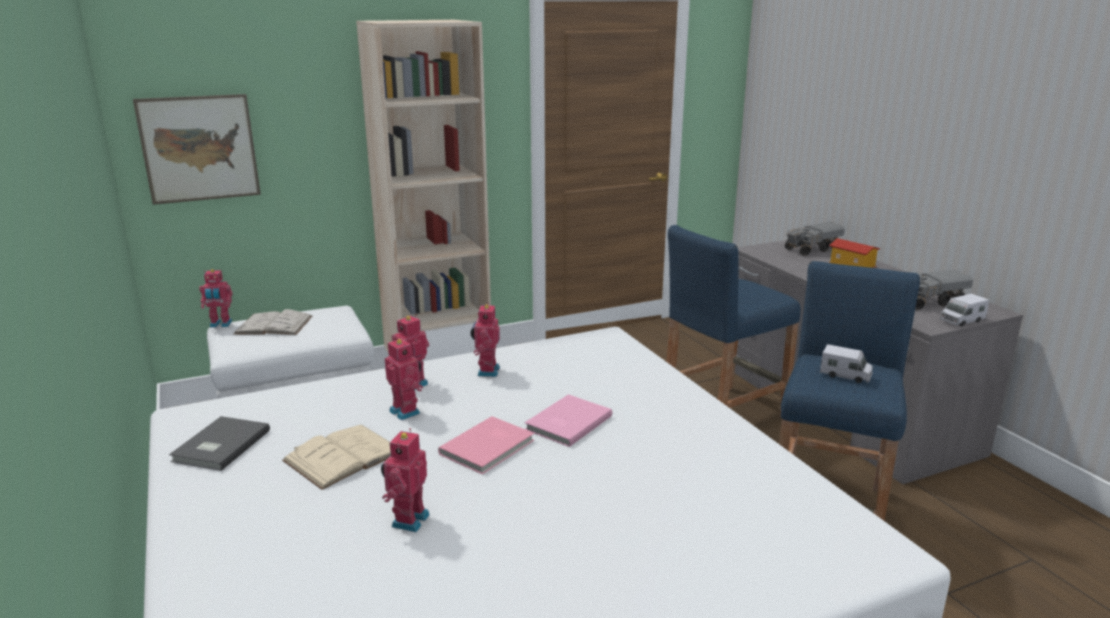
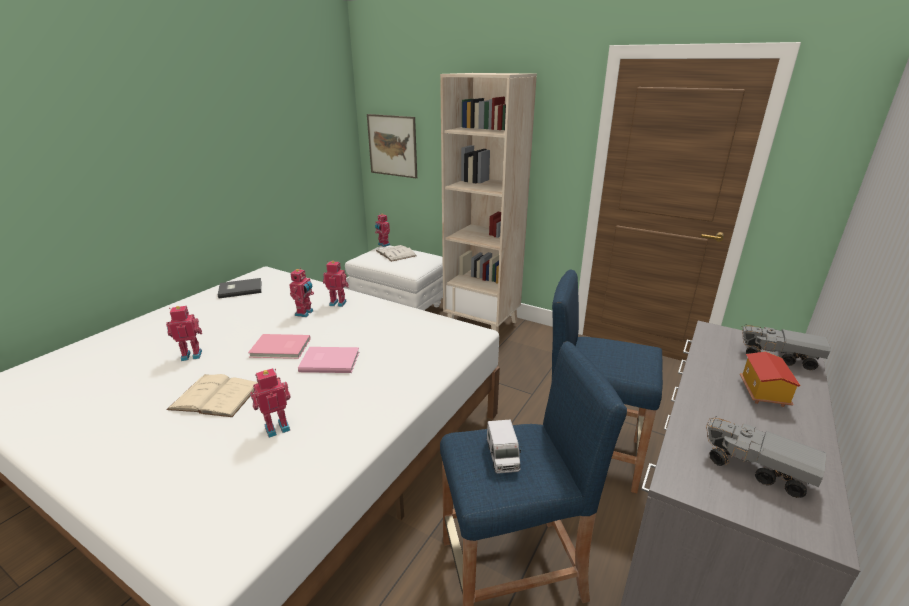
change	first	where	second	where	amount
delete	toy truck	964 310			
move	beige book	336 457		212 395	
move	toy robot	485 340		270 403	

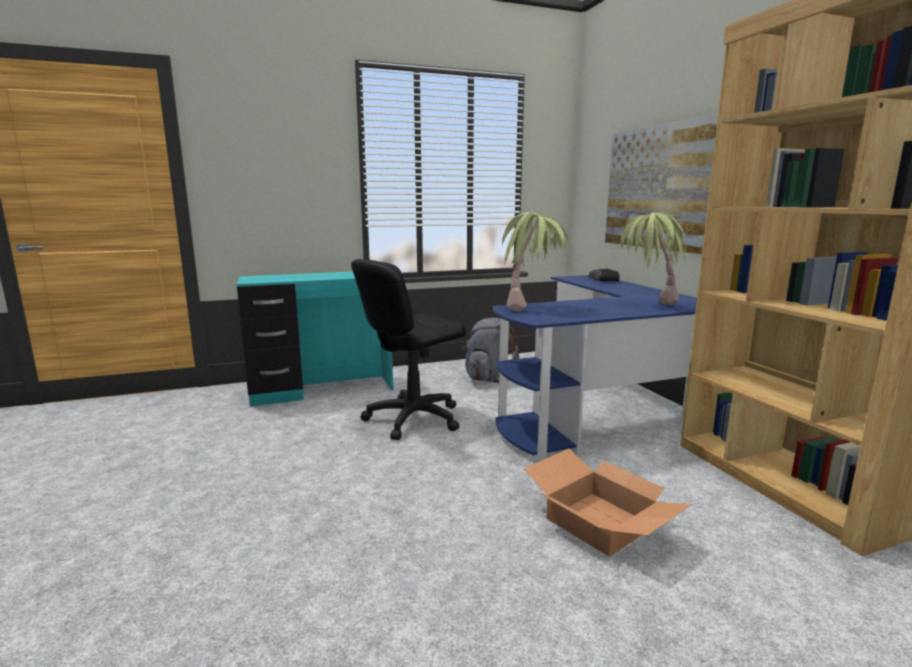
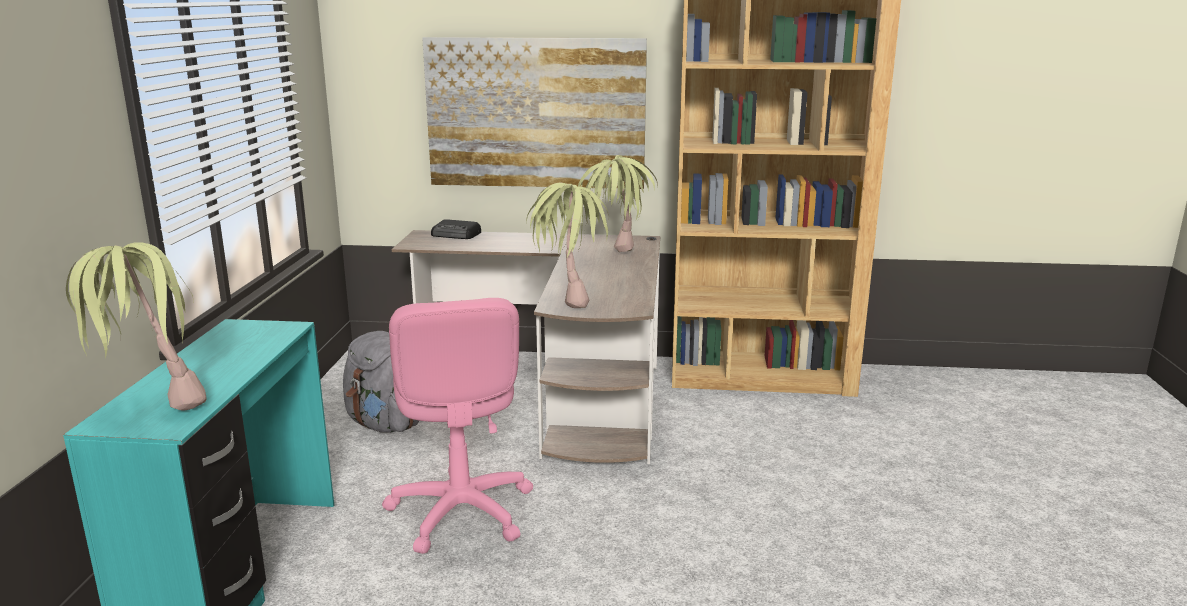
change	first	where	second	where	amount
delete	cardboard box	608 503			
insert			potted plant	136 326	
recolor	black office chair	408 349	pink office chair	457 426	
recolor	blue desk	595 368	brown desk	526 347	

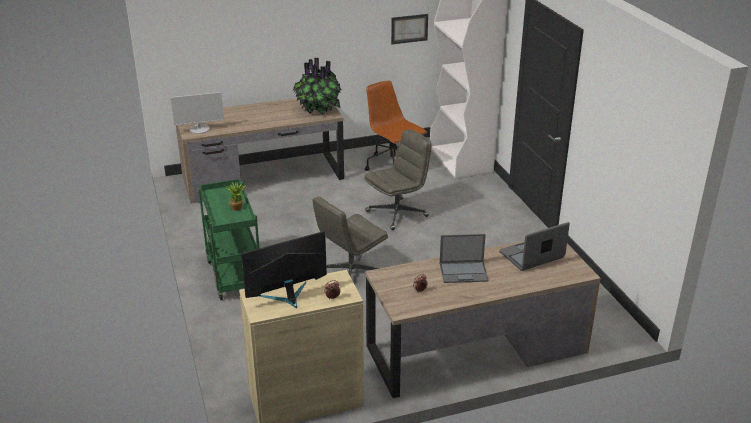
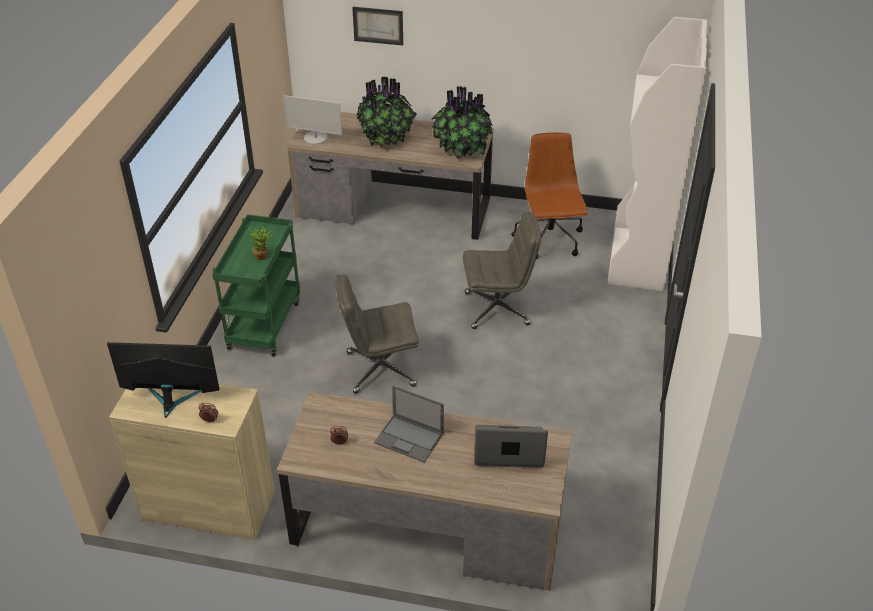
change	first	where	second	where	amount
insert			potted plant	387 112	
move	picture	409 29		377 26	

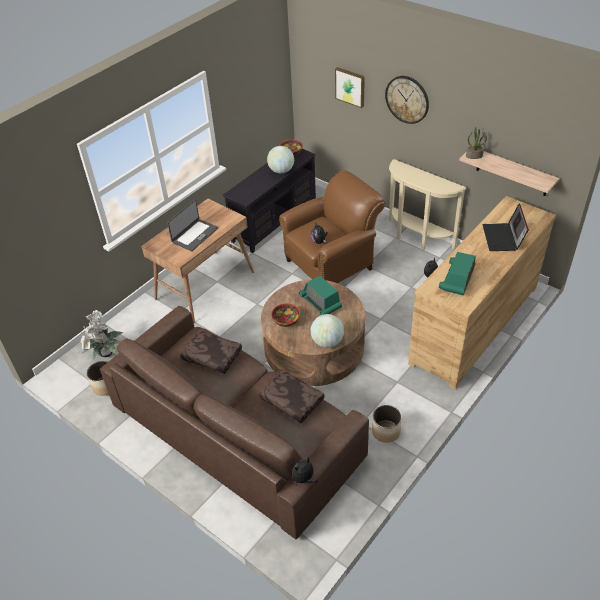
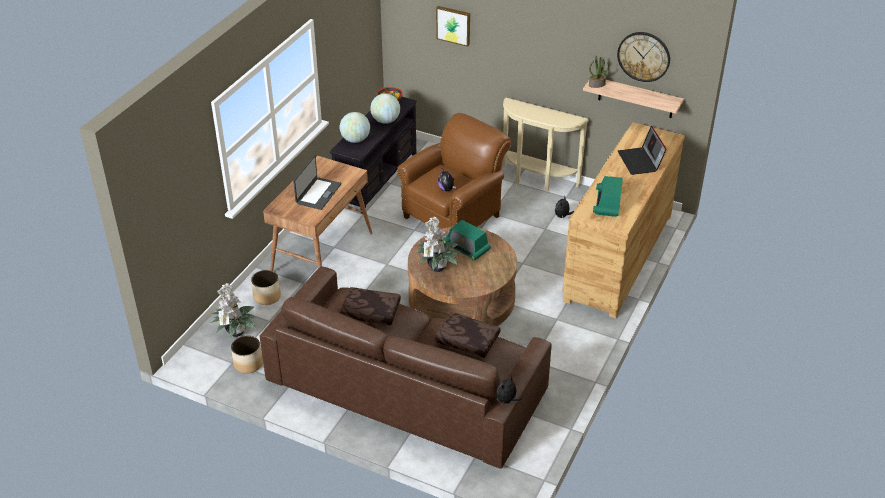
change	first	where	second	where	amount
move	globe	327 331		354 127	
move	planter	387 424		266 287	
move	wall clock	407 100		643 57	
replace	bowl	285 315	potted plant	436 244	

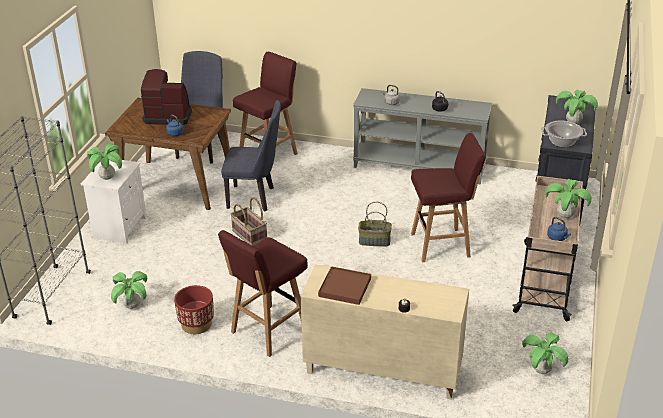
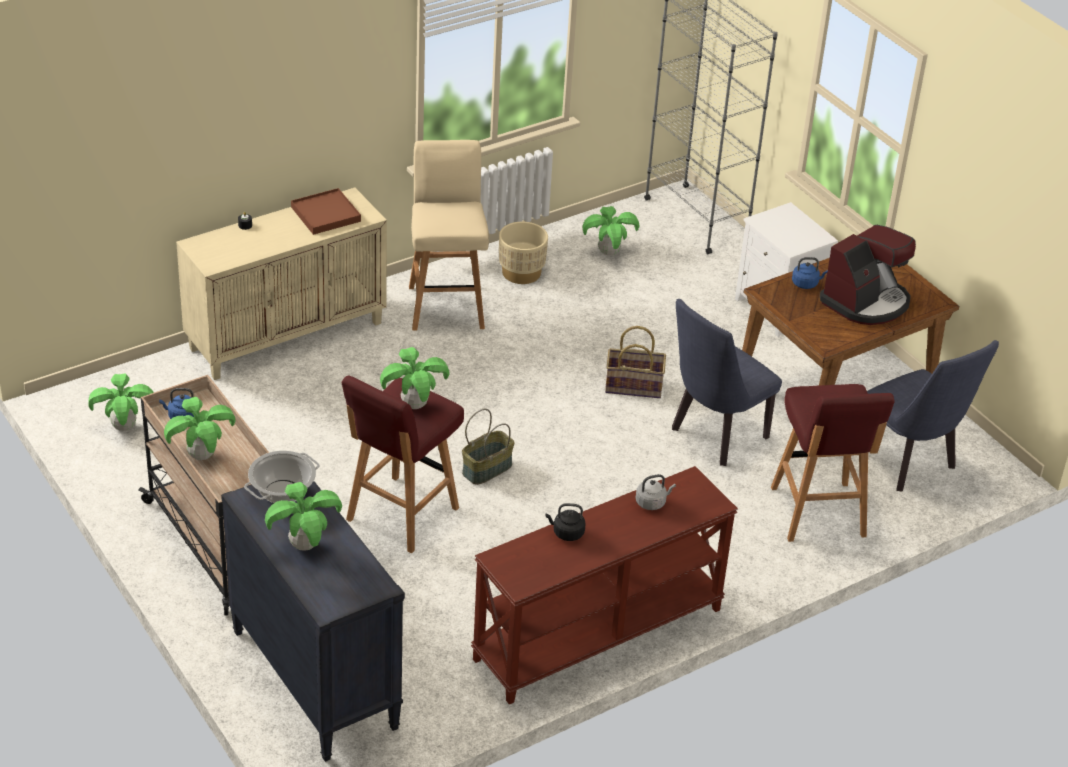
change	first	where	second	where	amount
move	potted plant	104 162		414 378	
recolor	red planter	194 309	beige planter	523 253	
recolor	red stool	263 293	beige stool	449 235	
recolor	grey console table	422 136	brown console table	604 585	

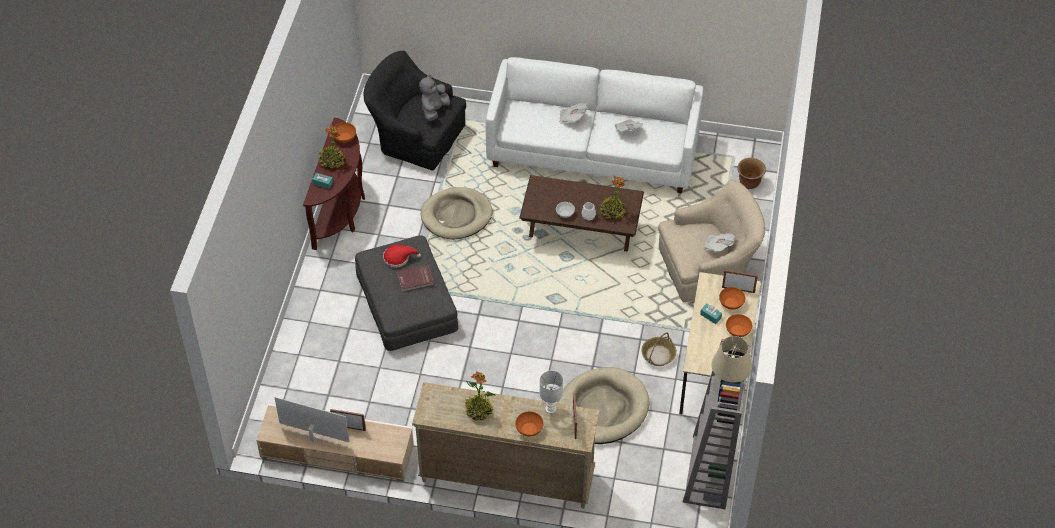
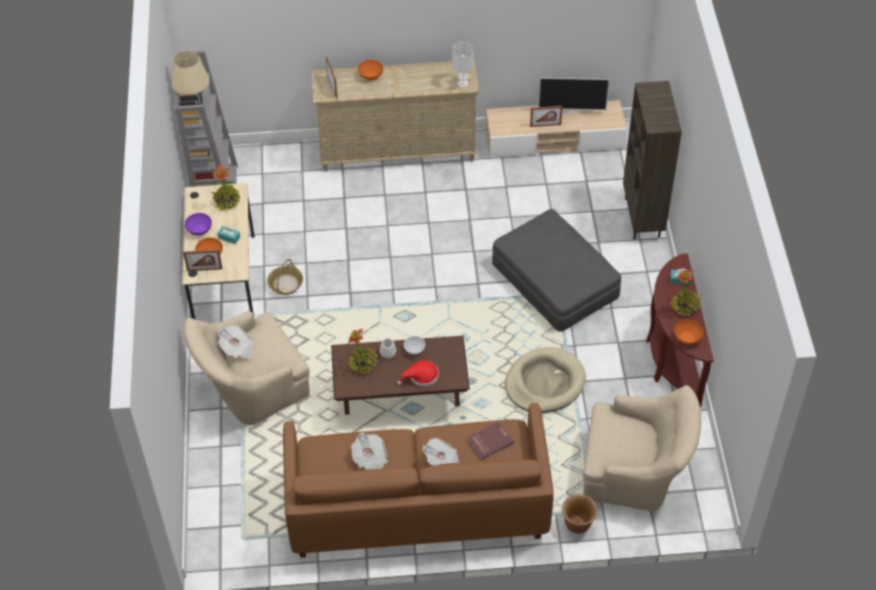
change	first	where	second	where	amount
delete	grey plush toy	434 97			
delete	beige dog bed	603 405			
insert			brown bookcase	652 160	
move	red hat	402 256		418 373	
move	red book	415 278		490 440	
move	potted plant	480 396		223 187	
move	white table lamp	551 392		463 64	
move	brown planter	751 173		579 514	
recolor	black armchair	415 111	beige armchair	642 448	
recolor	white sofa	594 125	brown sofa	418 480	
recolor	orange bowl	739 325	purple bowl	198 224	

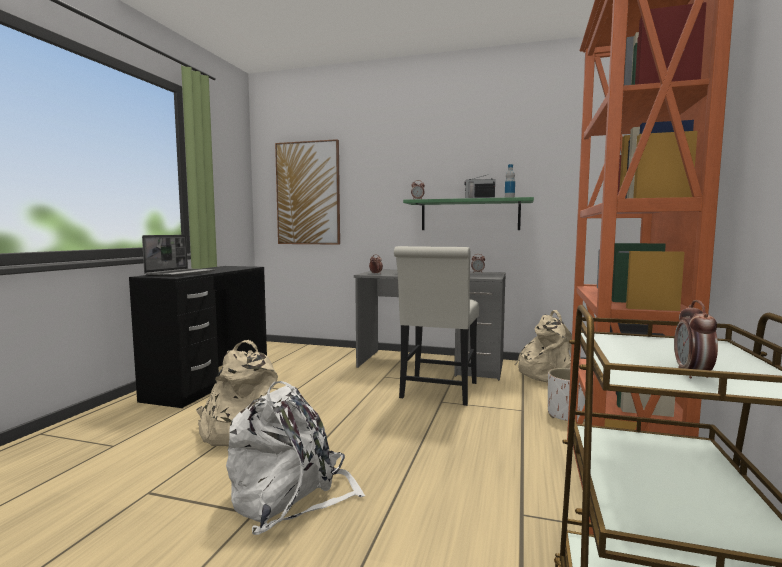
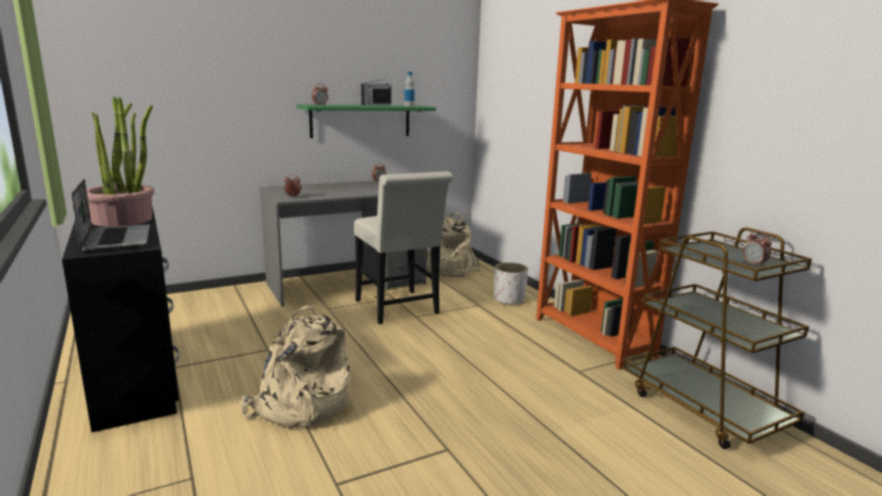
change	first	where	second	where	amount
delete	white backpack	295 458			
delete	picture	307 192			
insert			potted plant	120 162	

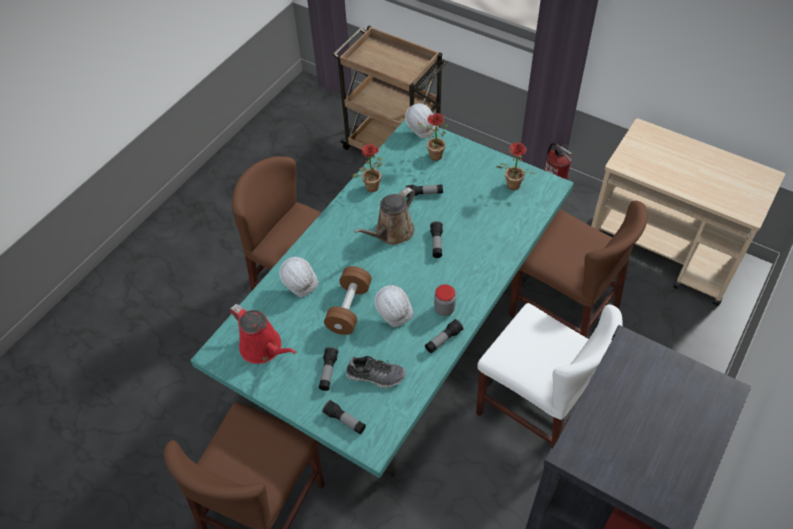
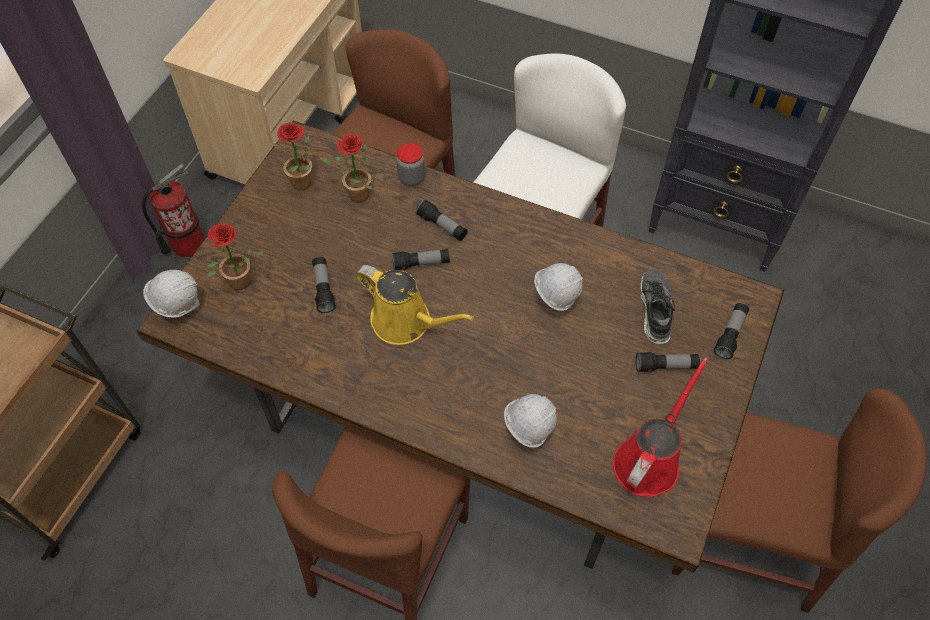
change	first	where	second	where	amount
delete	brown dumbbell	348 300			
move	potted plant	367 168		346 168	
move	flashlight	444 336		442 220	
move	jar	445 300		410 164	
recolor	turquoise dining table	382 299	brown dining table	460 347	
recolor	brown watering can	384 216	yellow watering can	415 305	

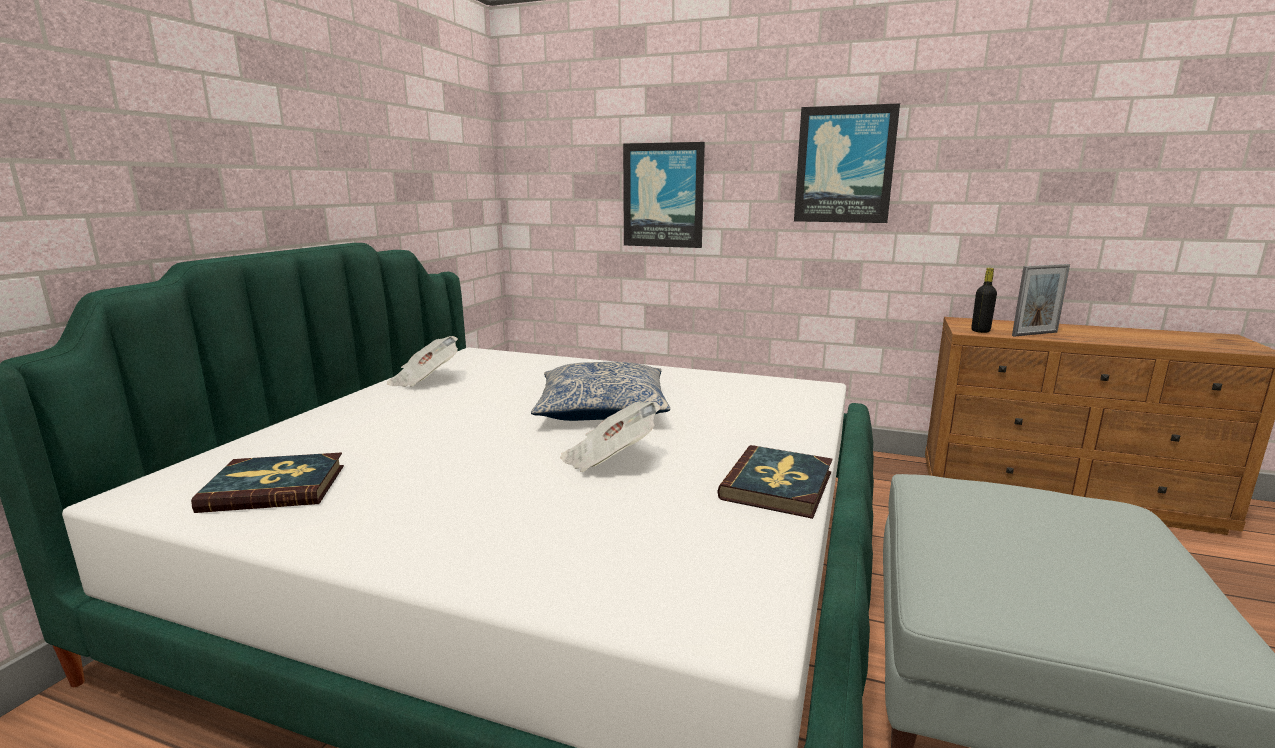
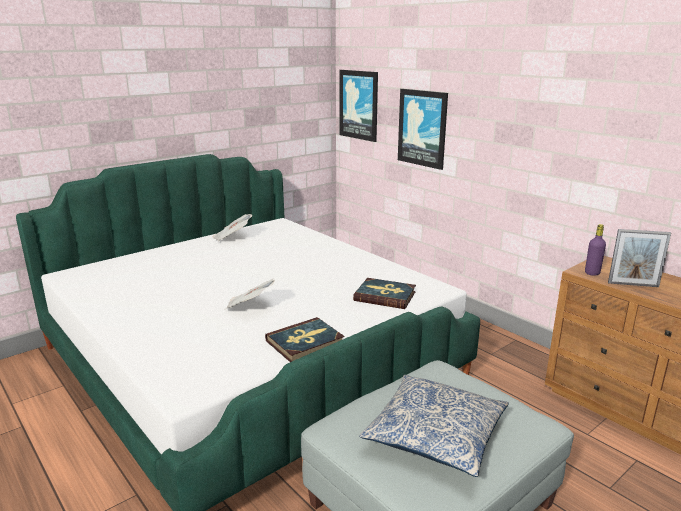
change	first	where	second	where	amount
move	book	267 482		384 293	
move	pillow	600 391		434 426	
move	picture	847 163		359 106	
recolor	black bottle	984 300	purple bottle	595 250	

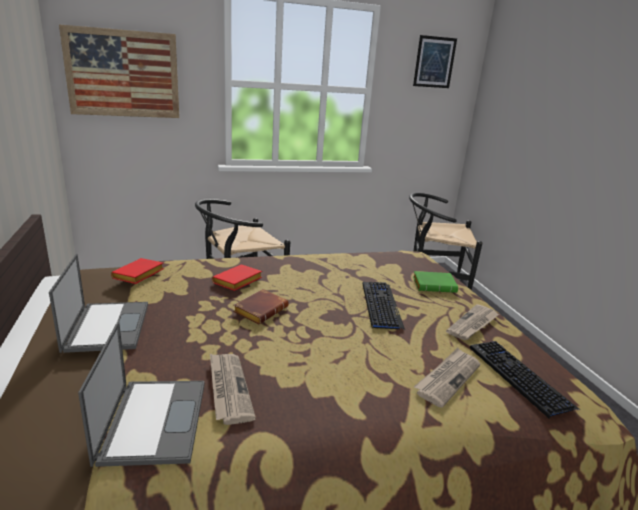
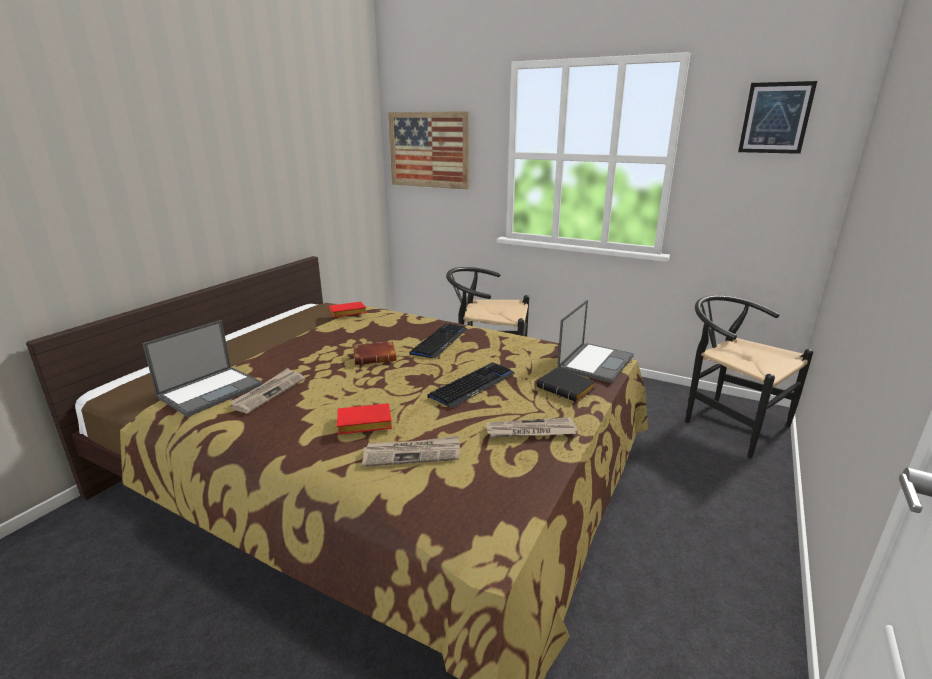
change	first	where	second	where	amount
move	laptop	98 303		595 341	
move	red book	237 277		364 419	
move	keyboard	525 380		438 341	
recolor	green book	435 282	black book	566 385	

